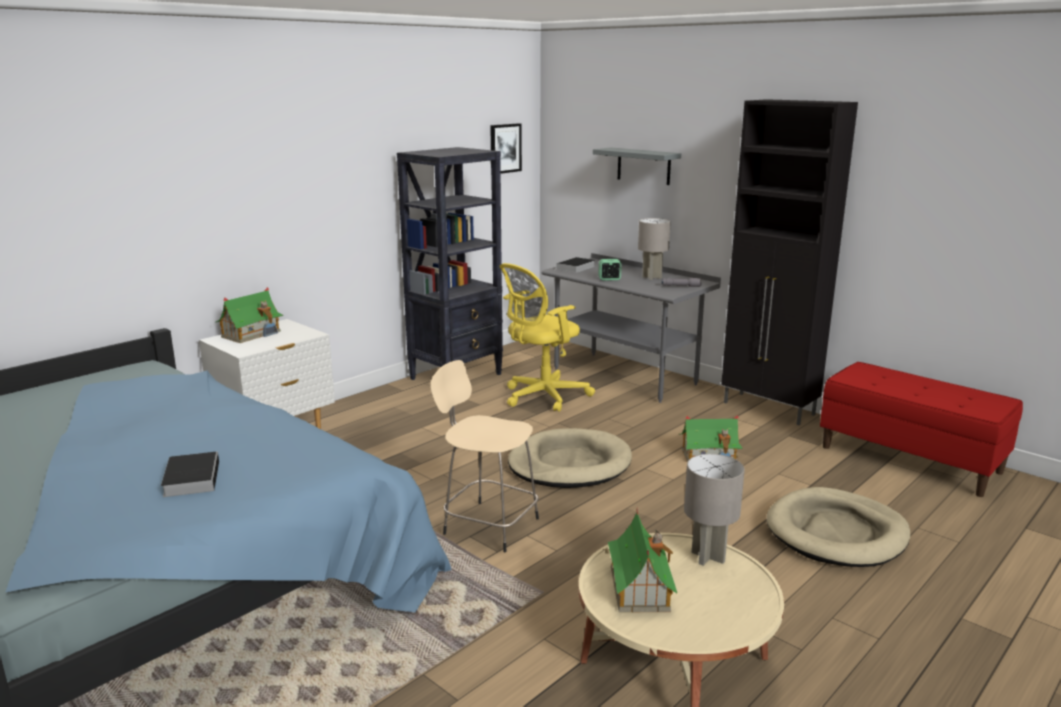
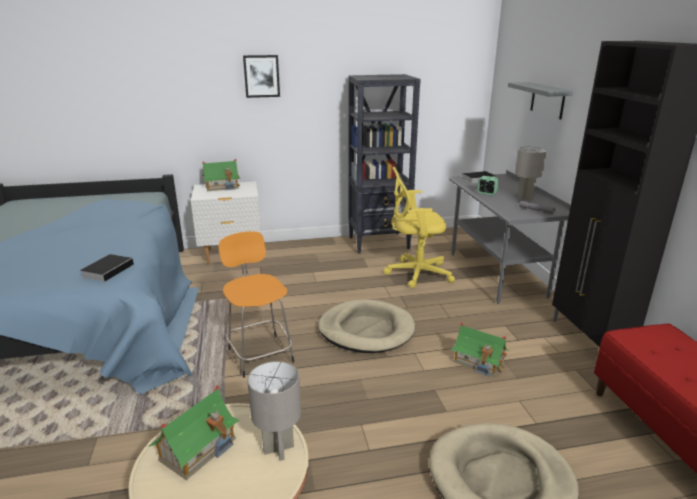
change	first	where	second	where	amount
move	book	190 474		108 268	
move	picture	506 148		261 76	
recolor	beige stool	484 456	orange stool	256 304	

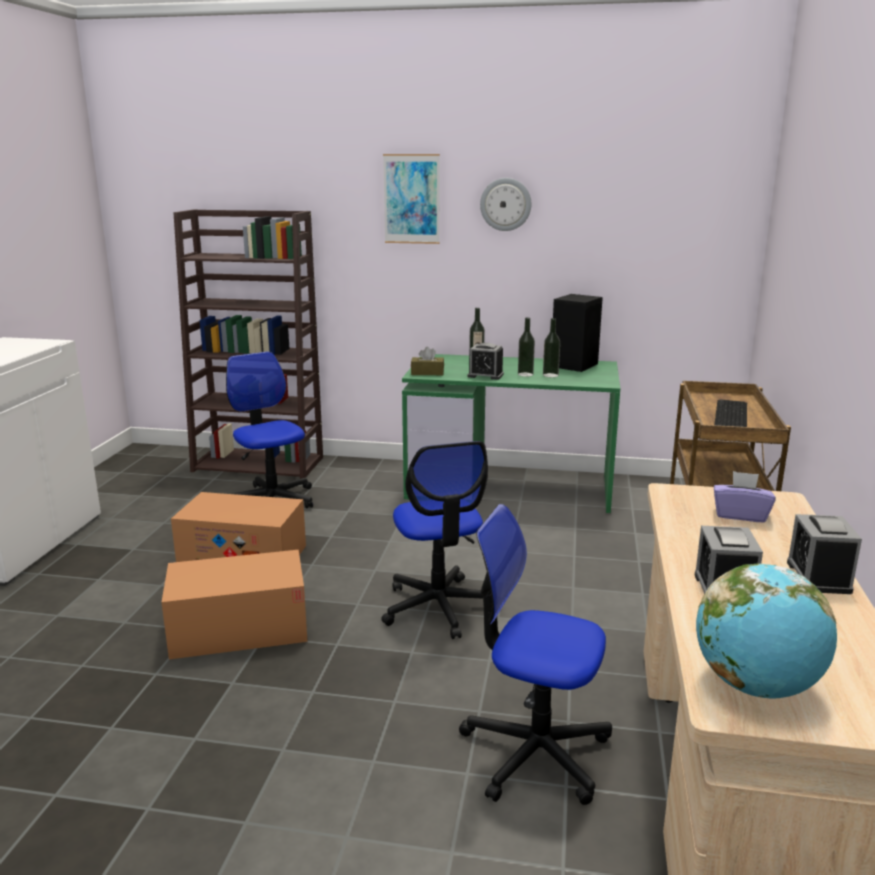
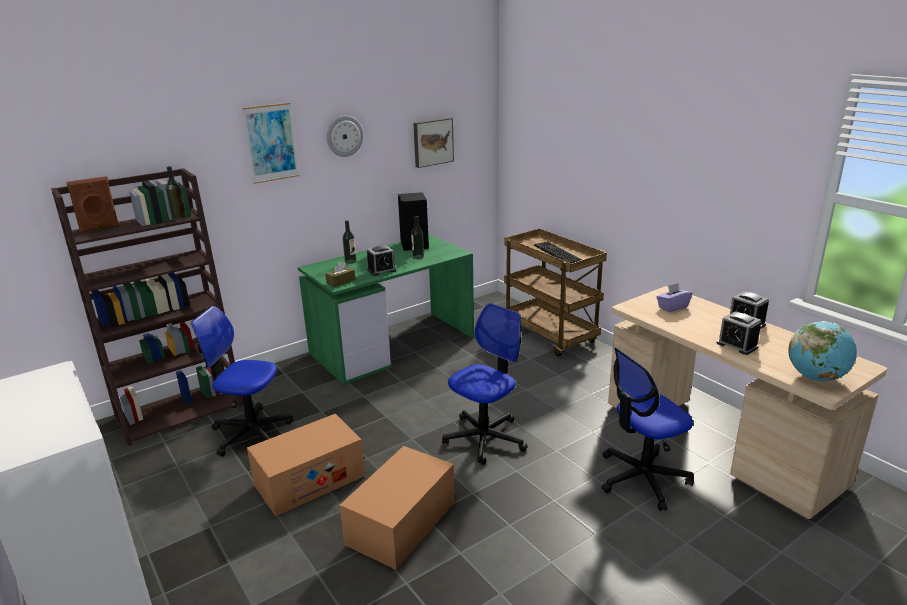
change	first	where	second	where	amount
insert			brown speaker	93 204	
insert			picture	433 143	
move	bottle	526 347		176 193	
rotate	office chair	434 540		485 384	75 degrees counterclockwise

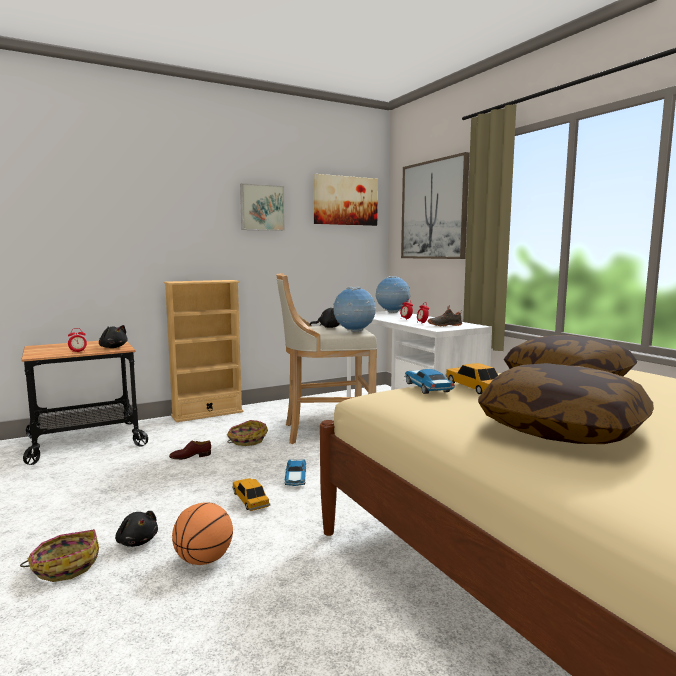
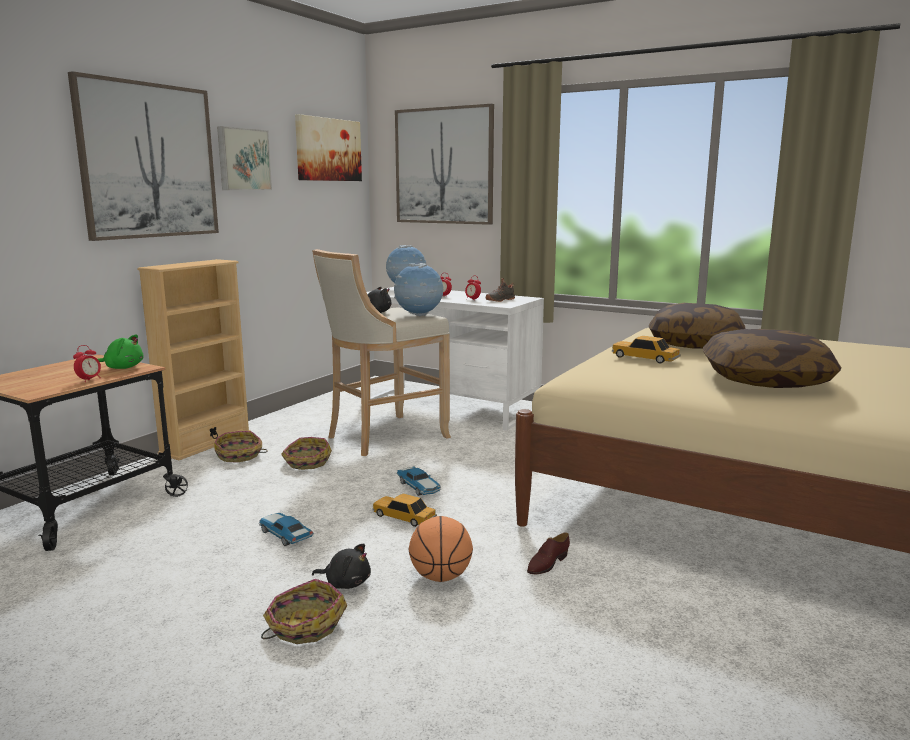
change	first	where	second	where	amount
insert			picture	143 156	
insert			basket	241 446	
move	brown shoe	190 450		548 553	
move	toy car	429 381		286 529	
recolor	black plush toy	113 336	green plush toy	121 351	

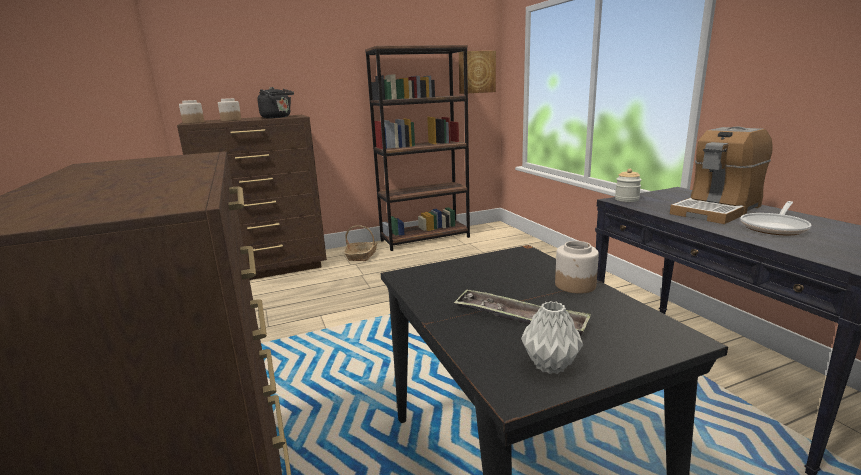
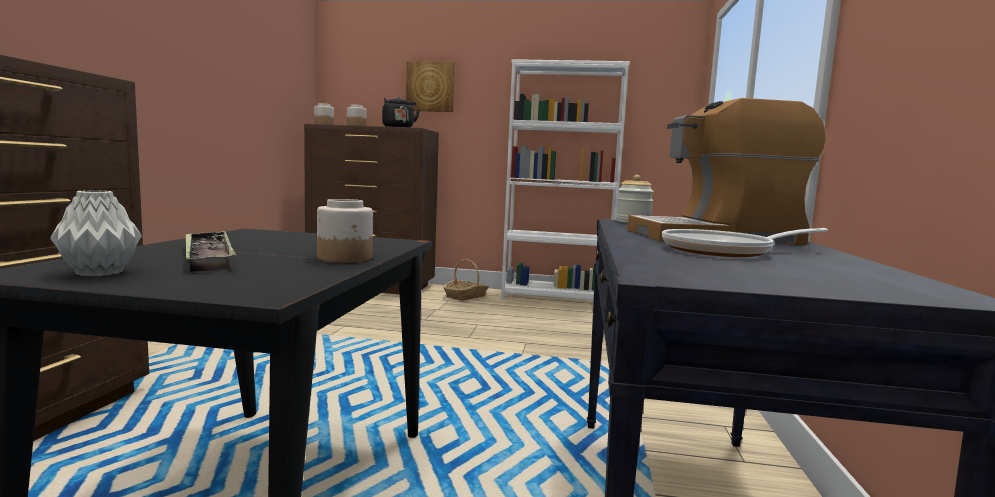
change	first	where	second	where	amount
move	picture	477 72		430 86	
recolor	brown bookcase	417 148	white bookcase	565 179	

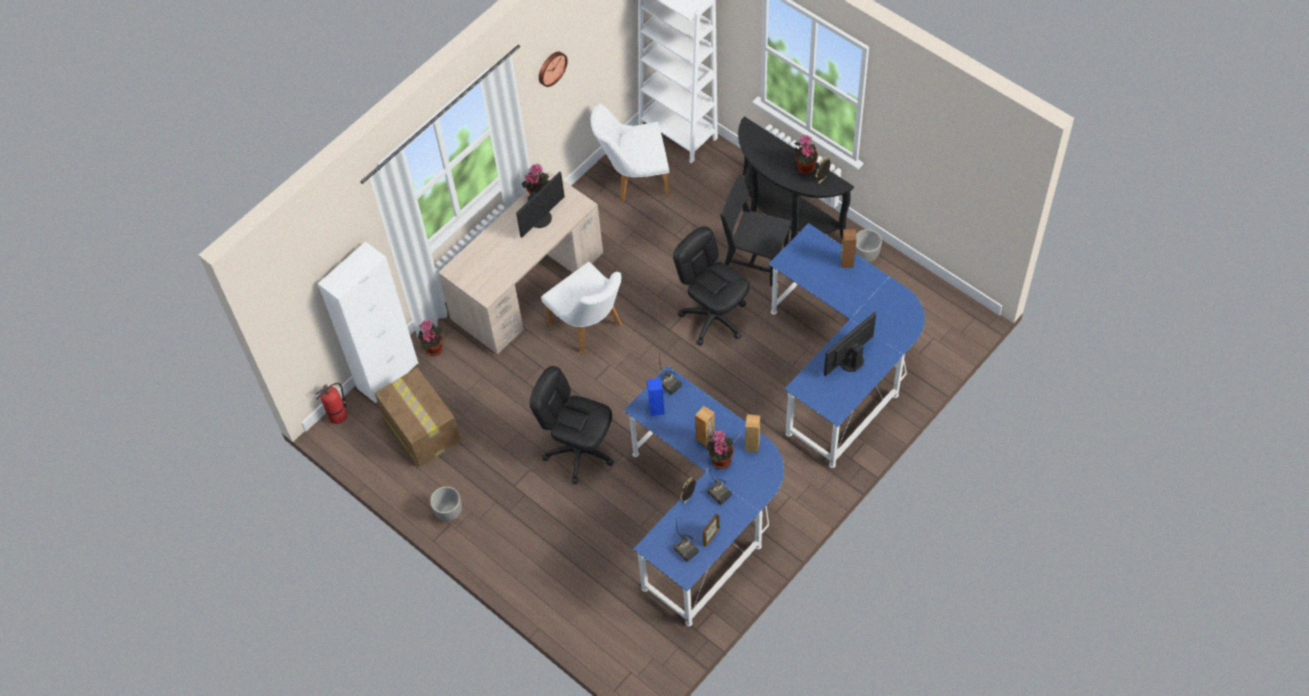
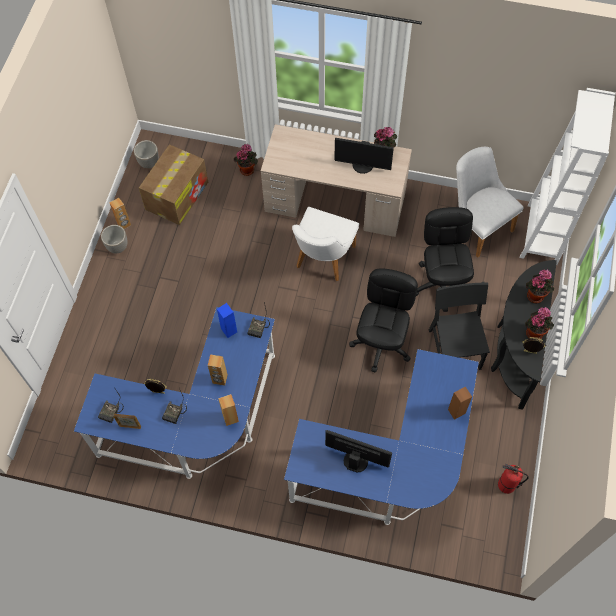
change	first	where	second	where	amount
delete	white cabinet	368 322			
delete	wall clock	553 69			
insert			brown speaker	120 213	
move	fire extinguisher	331 403		513 479	
move	black office chair	572 425		445 259	
move	potted plant	720 449		540 286	
move	planter	868 245		146 154	

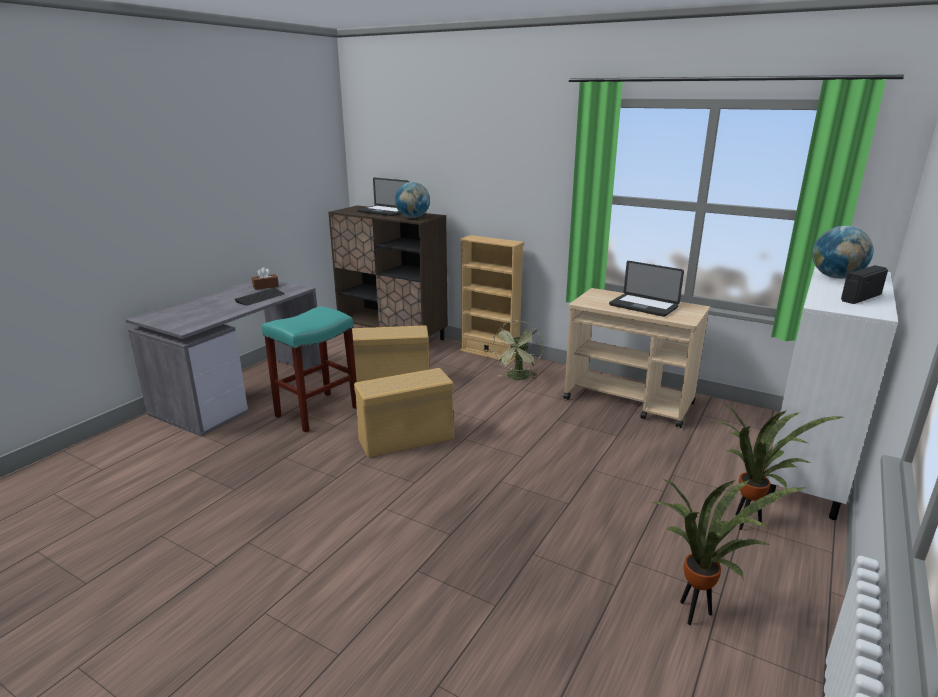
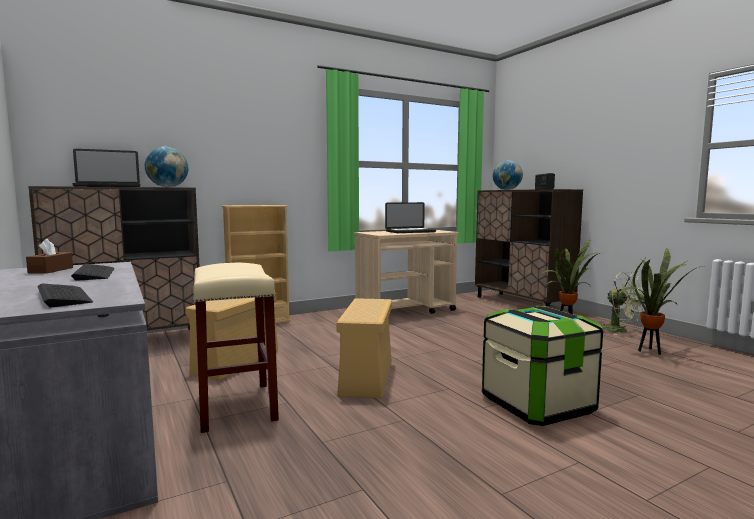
change	first	where	second	where	amount
insert			keyboard	65 296	
insert			storage box	542 366	
move	green fan	517 350		621 303	
recolor	turquoise stool	309 370	beige stool	236 348	
recolor	white cabinet	832 393	brown cabinet	529 250	

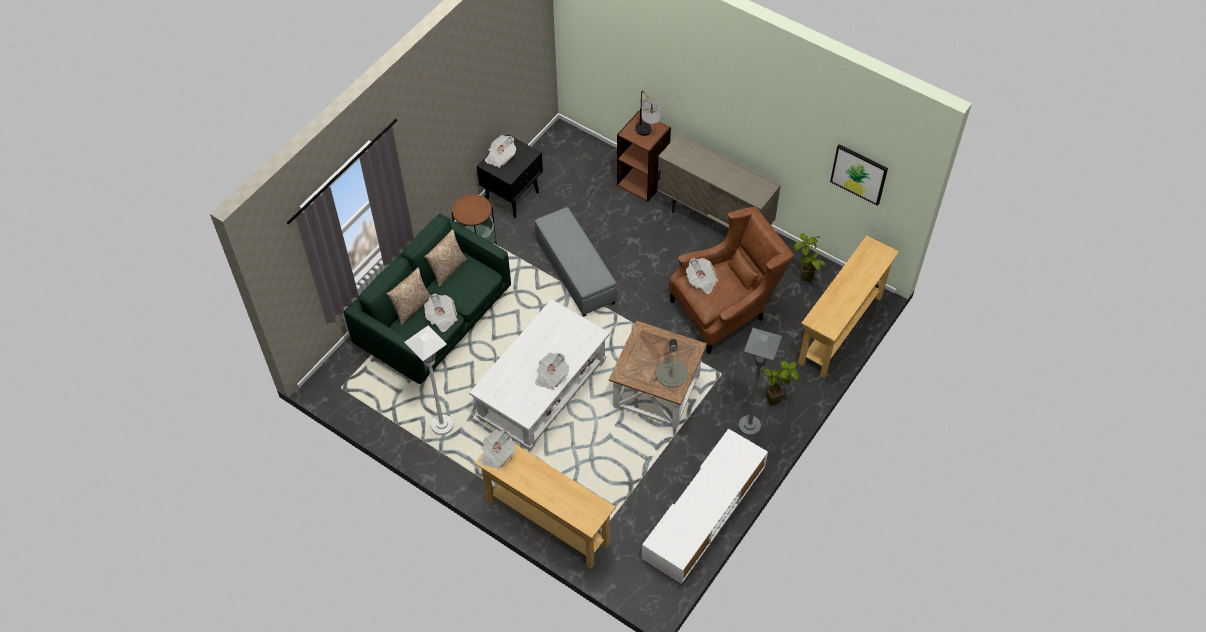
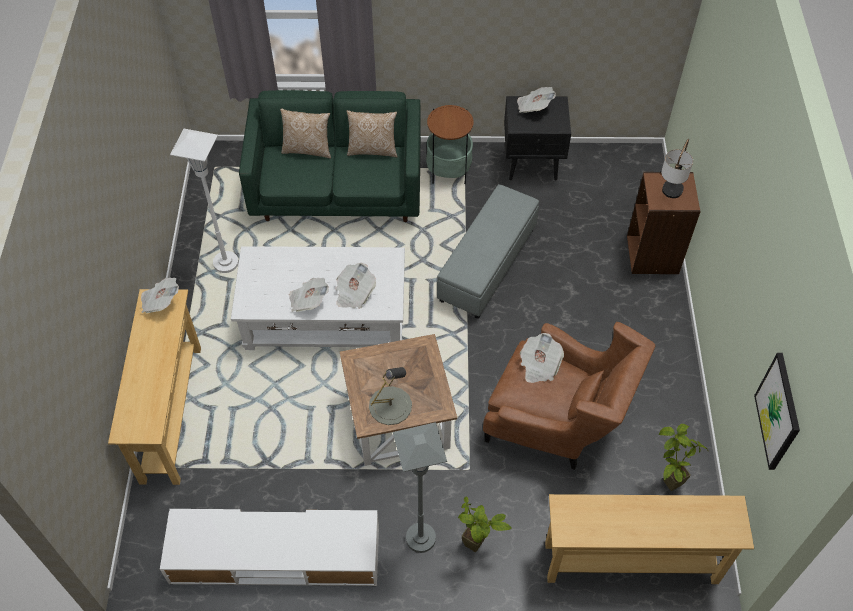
change	first	where	second	where	amount
delete	beige cabinet	719 180			
move	newspaper	441 313		356 286	

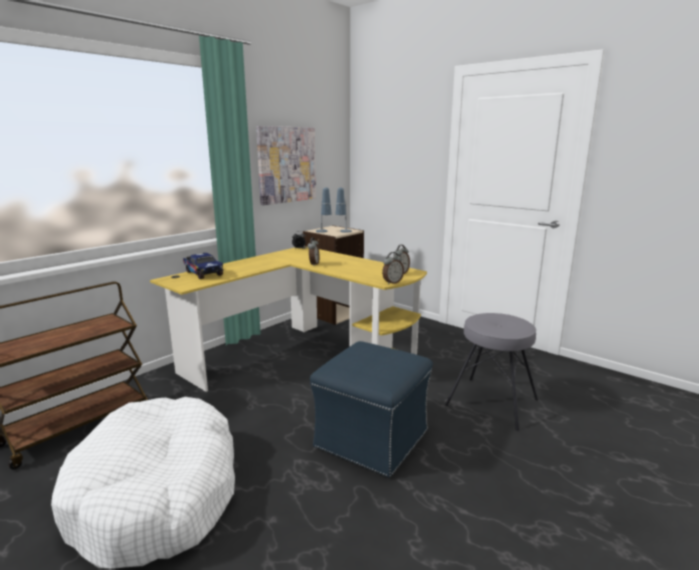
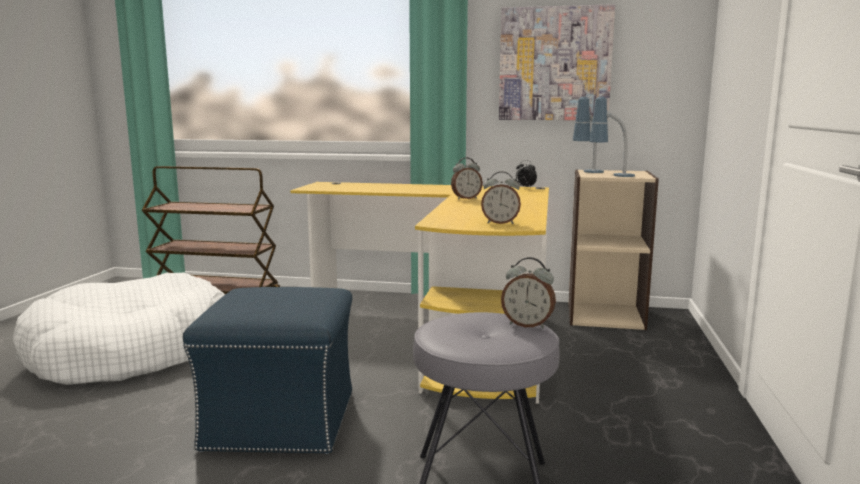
change	first	where	second	where	amount
delete	toy truck	203 266			
move	alarm clock	393 268		528 292	

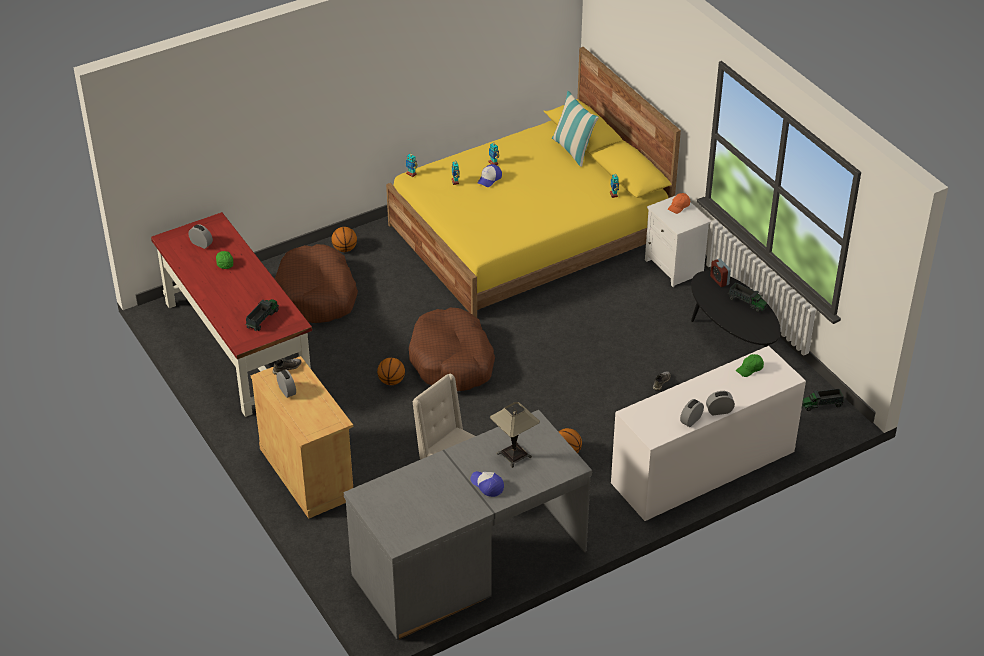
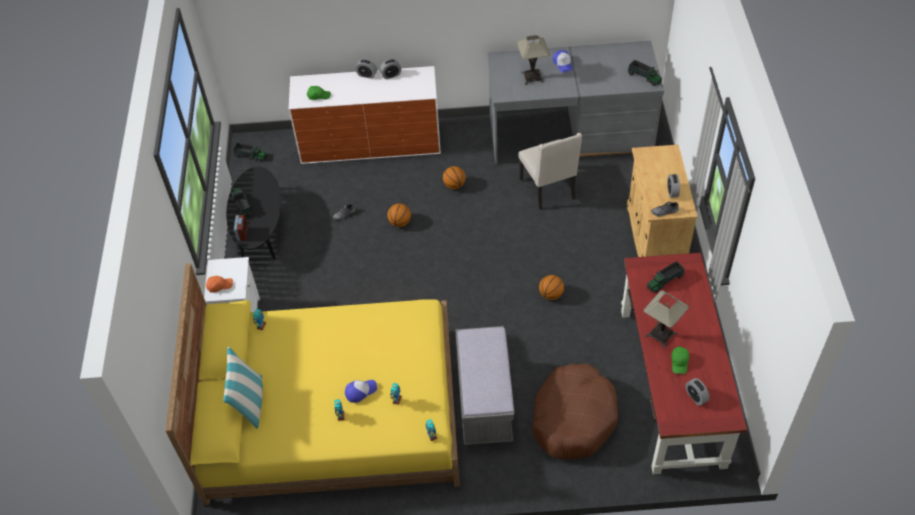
change	first	where	second	where	amount
delete	brown dog bed	452 349			
insert			grey bench	484 385	
insert			toy truck	645 73	
insert			table lamp	666 319	
move	basketball	344 239		399 215	

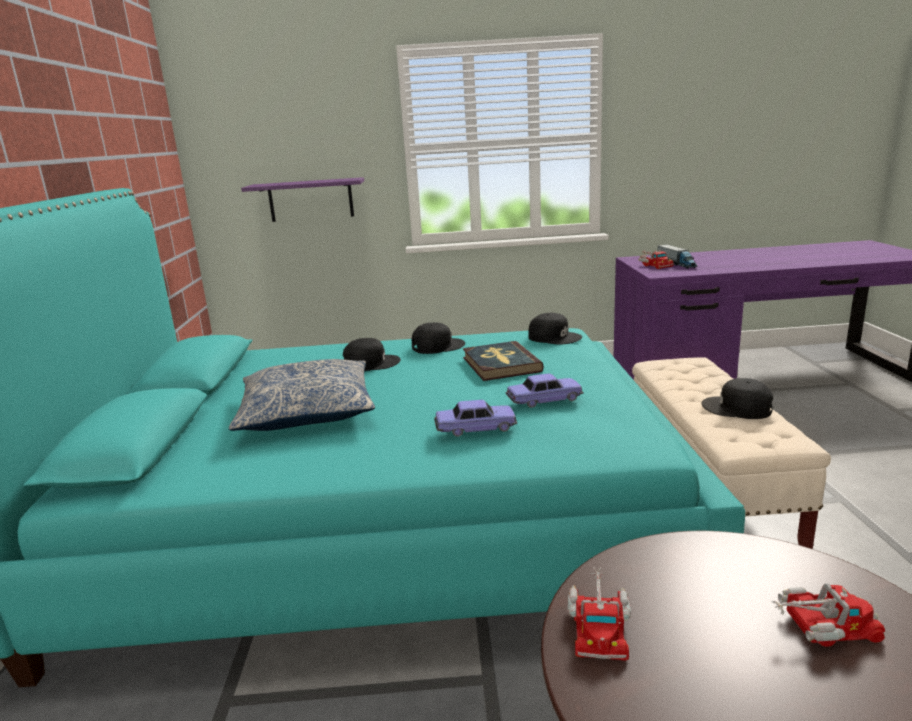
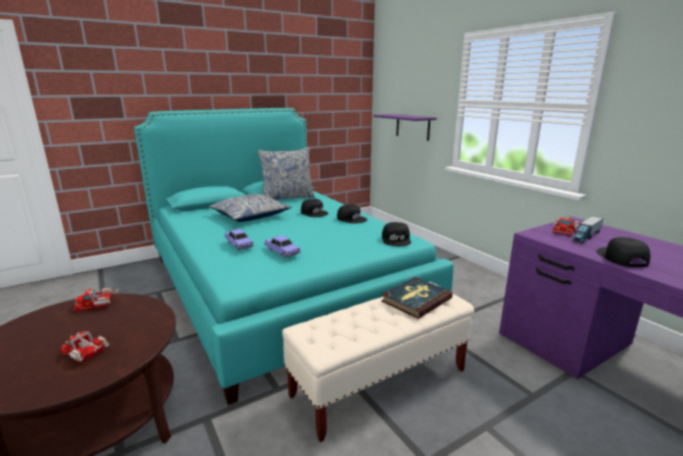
change	first	where	second	where	amount
insert			pillow	286 174	
move	book	503 361		417 298	
move	black cap	737 398		623 252	
rotate	toy truck	828 615		85 346	150 degrees clockwise

